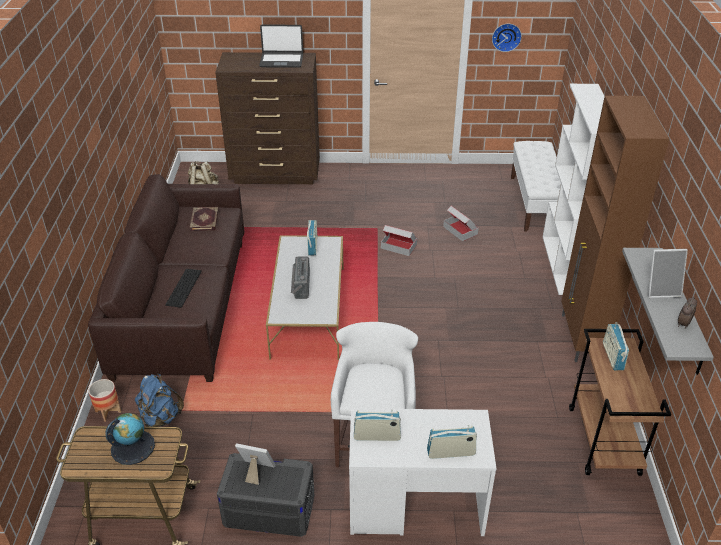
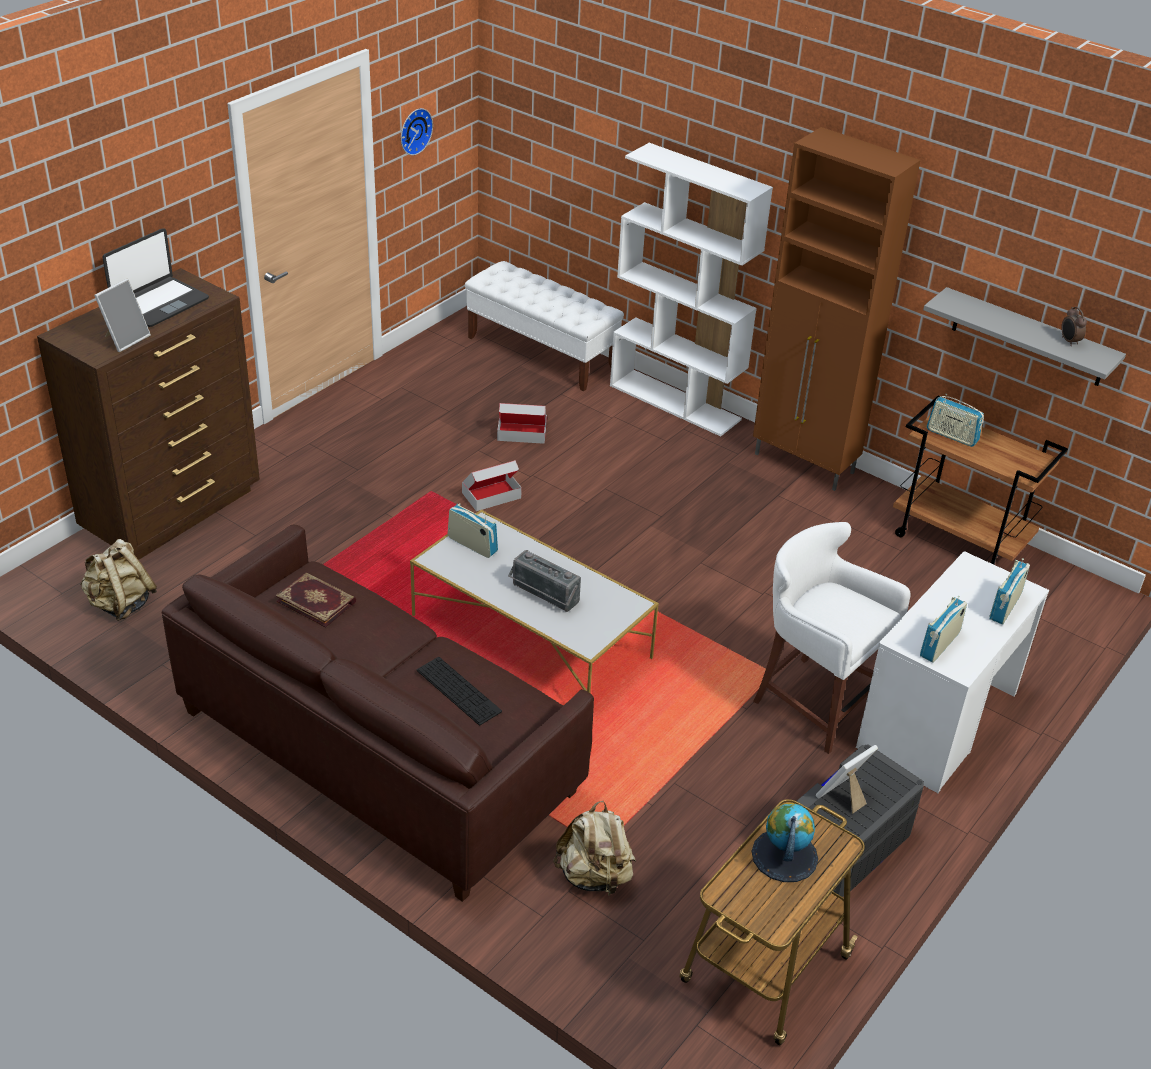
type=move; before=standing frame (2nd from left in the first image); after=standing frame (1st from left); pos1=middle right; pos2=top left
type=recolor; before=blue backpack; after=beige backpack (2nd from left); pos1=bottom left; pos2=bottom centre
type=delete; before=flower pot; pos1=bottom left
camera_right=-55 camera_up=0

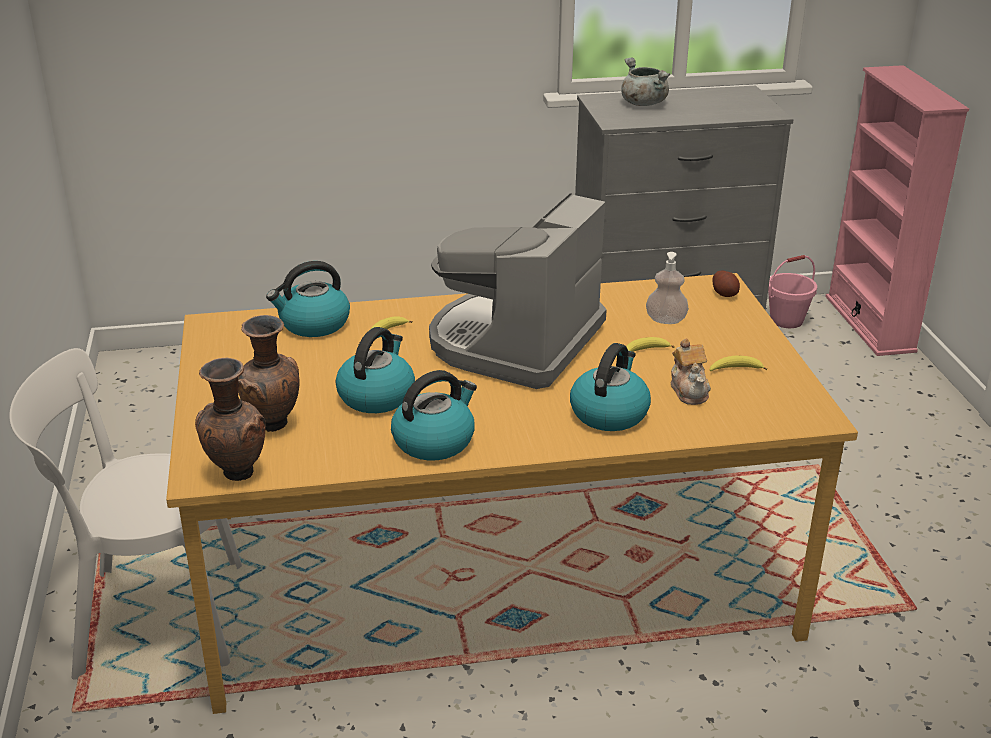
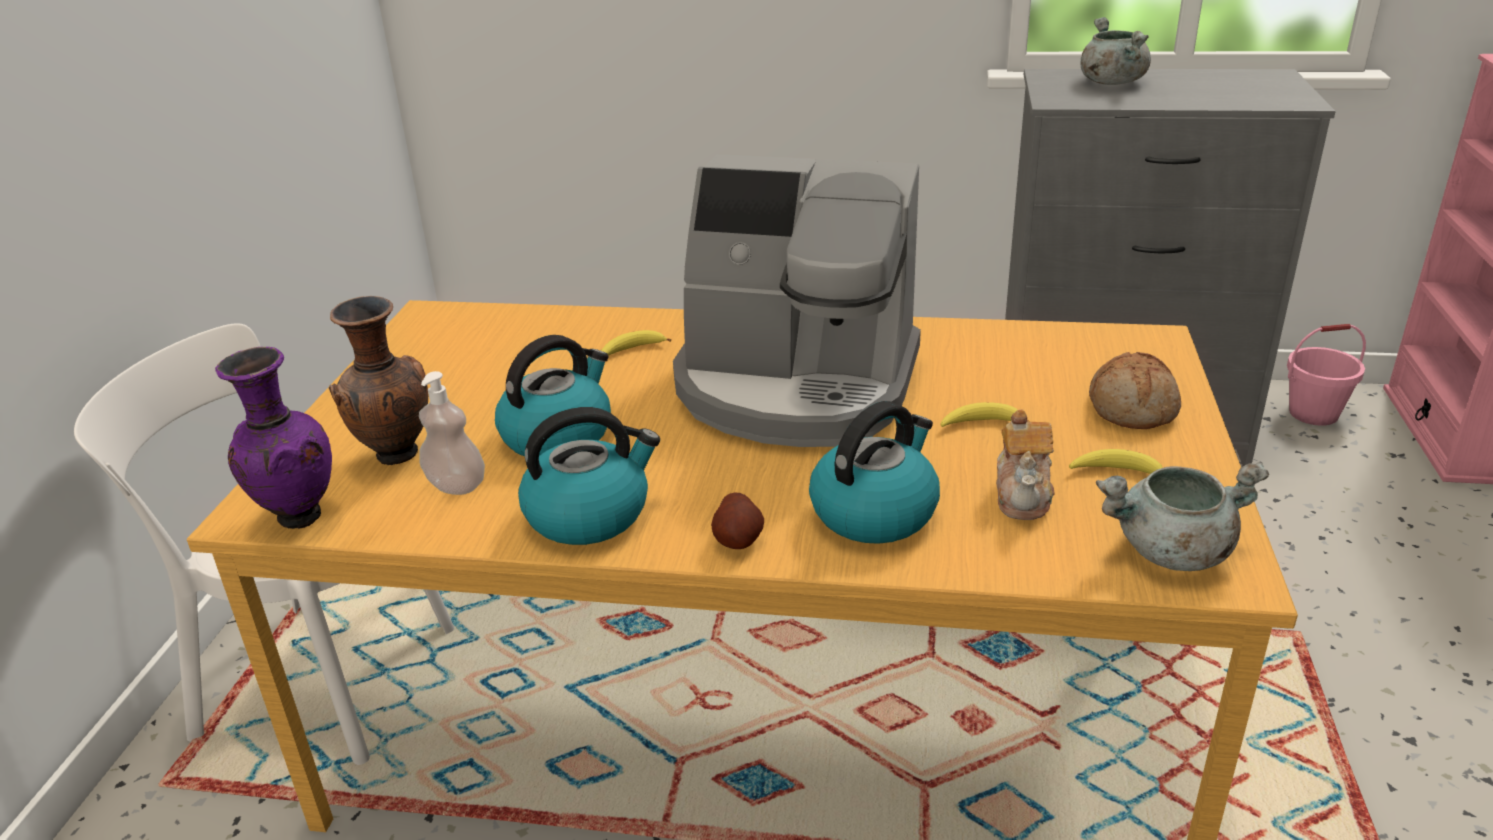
type=recolor; before=brown-coloured decorative vase (1st from left); after=purple decorative vase; pos1=middle left; pos2=middle left
type=move; before=liquid soap bottle; pos1=middle right; pos2=middle left
type=rotate; before=coffee machine; pos1=centre; pos2=centre; turn=-120
type=move; before=spud; pos1=middle right; pos2=centre
type=insert; after=baked bread; pos2=middle right
type=insert; after=gray cooking pot (2nd from left); pos2=middle right
type=delete; before=tea kettle (1st from left); pos1=middle left
camera_right=20 camera_up=0

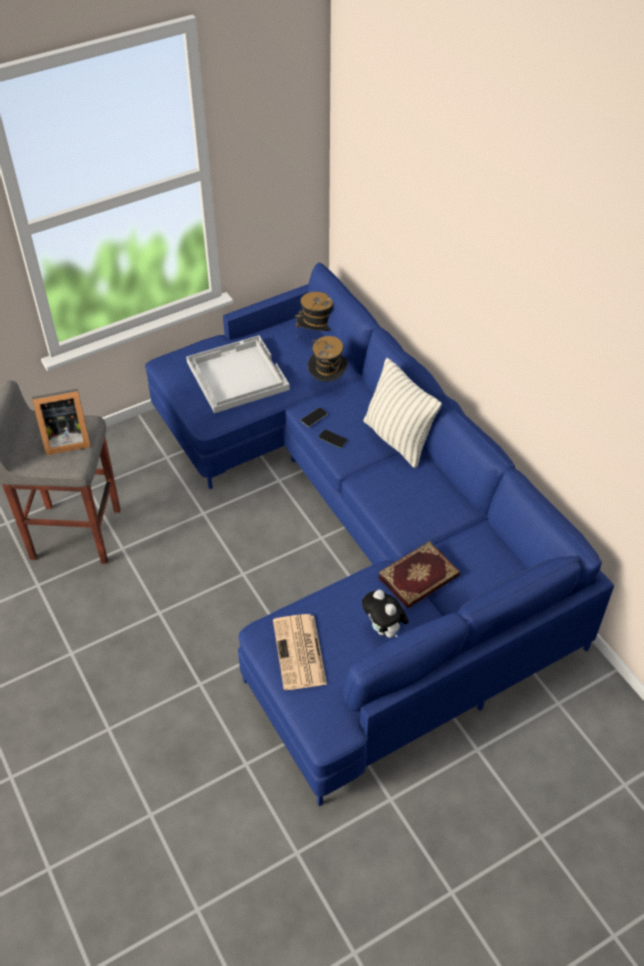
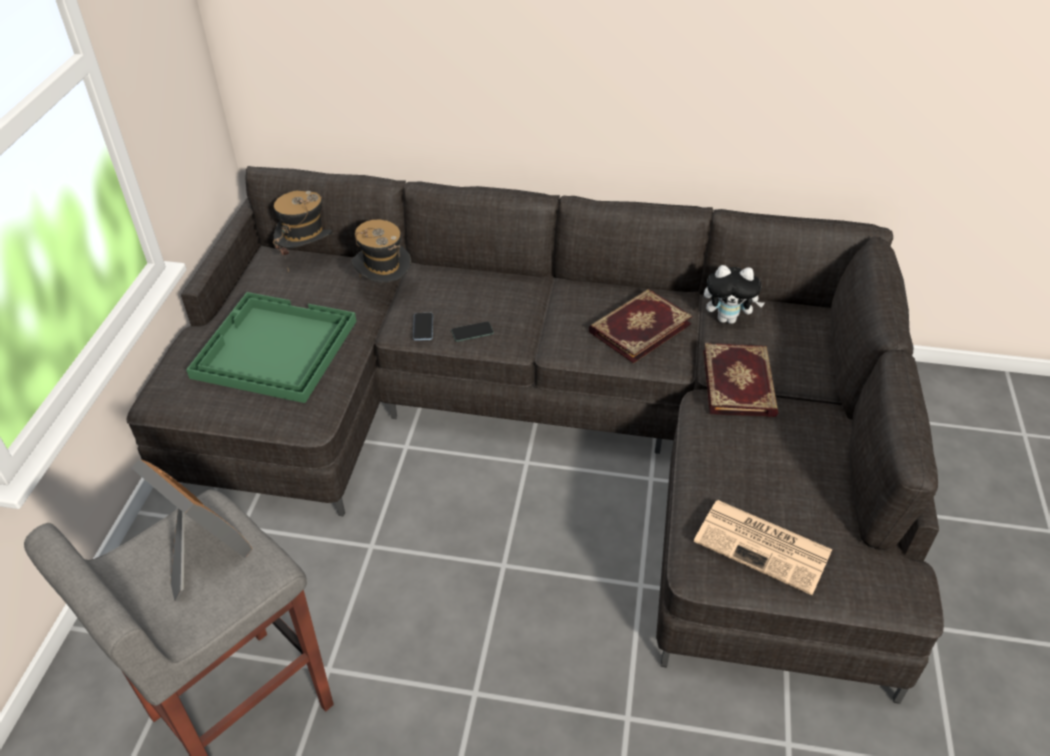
type=recolor; before=blue sofa; after=gray sofa; pos1=centre; pos2=centre
type=rotate; before=standing frame; pos1=middle left; pos2=bottom left; turn=-75
type=recolor; before=white-coloured tray; after=greenish tray; pos1=centre; pos2=middle left
type=insert; after=bound book (1st from left); pos2=centre
type=move; before=soft toy; pos1=centre; pos2=middle right
type=delete; before=cushion; pos1=centre
camera_right=-50 camera_up=-5

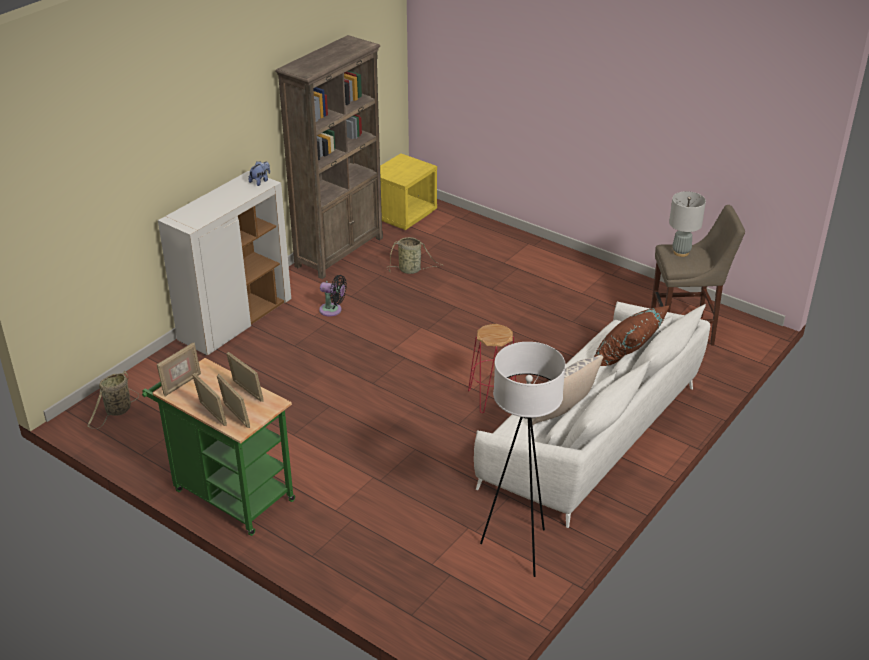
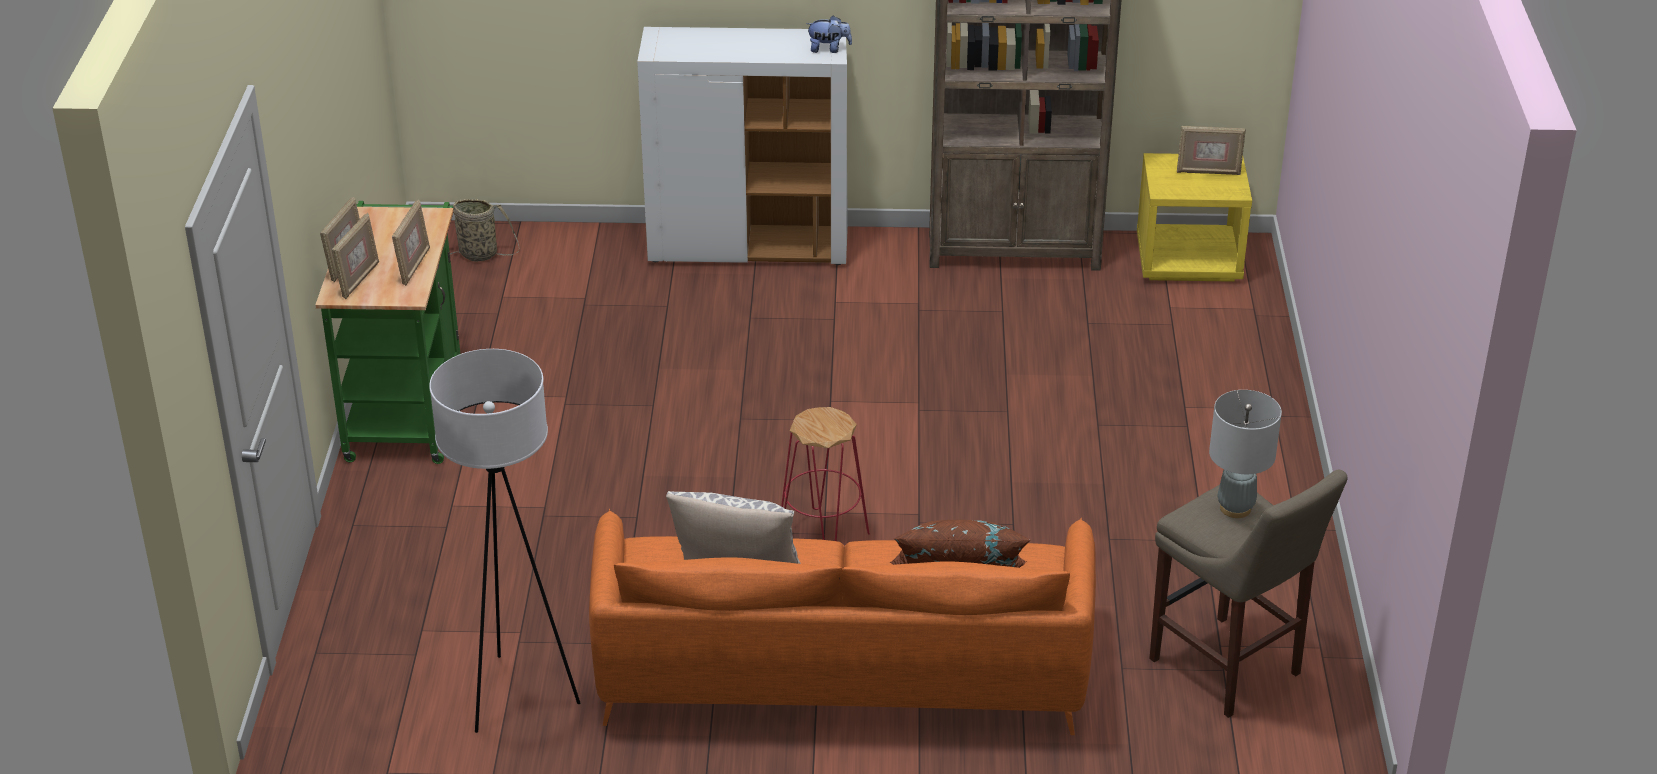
type=recolor; before=white-coloured sofa; after=orange-coloured sofa; pos1=middle right; pos2=bottom centre
type=move; before=standing frame (1st from left in the first image); after=standing frame (4th from left); pos1=middle left; pos2=top right
type=delete; before=black cooling fan; pos1=centre
type=delete; before=storage basket (2nd from left); pos1=centre
camera_right=55 camera_up=0

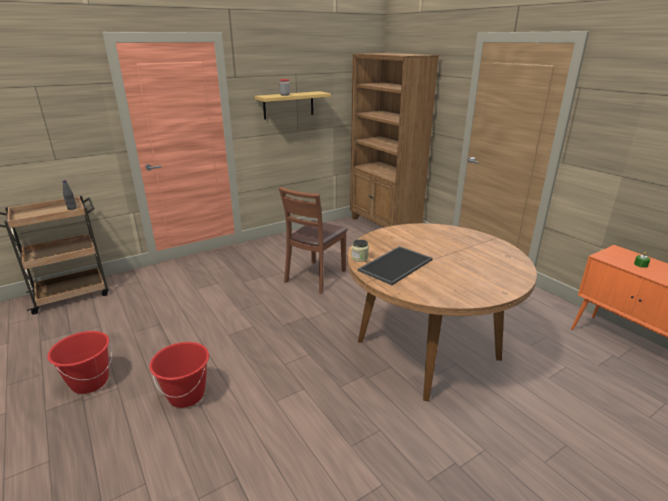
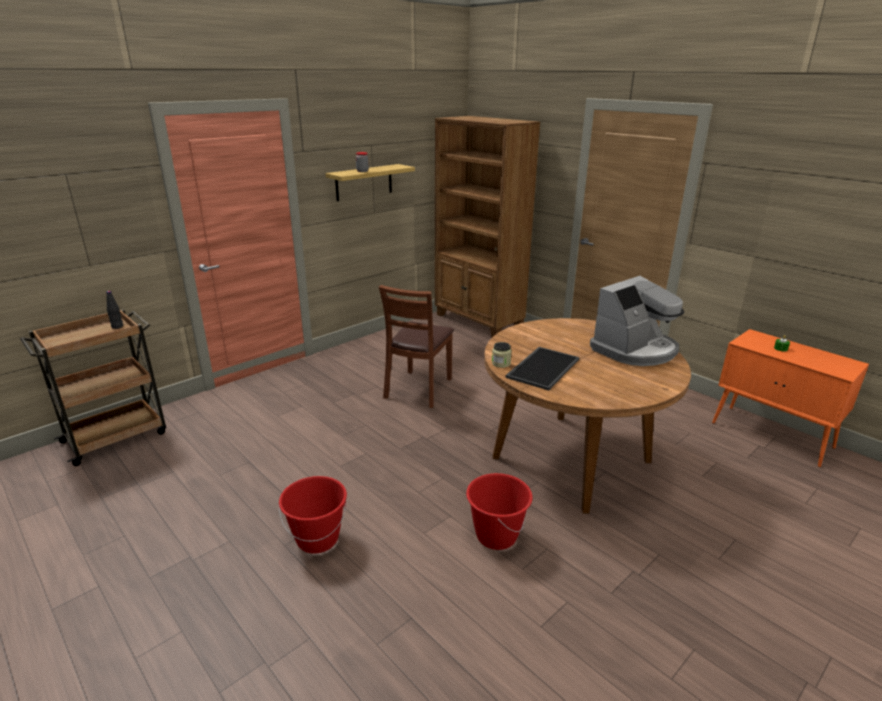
type=move; before=reddish bucket (1st from left in the first image); after=reddish bucket (2nd from left); pos1=bottom left; pos2=bottom centre
type=insert; after=coffee machine; pos2=middle right
camera_right=-10 camera_up=0

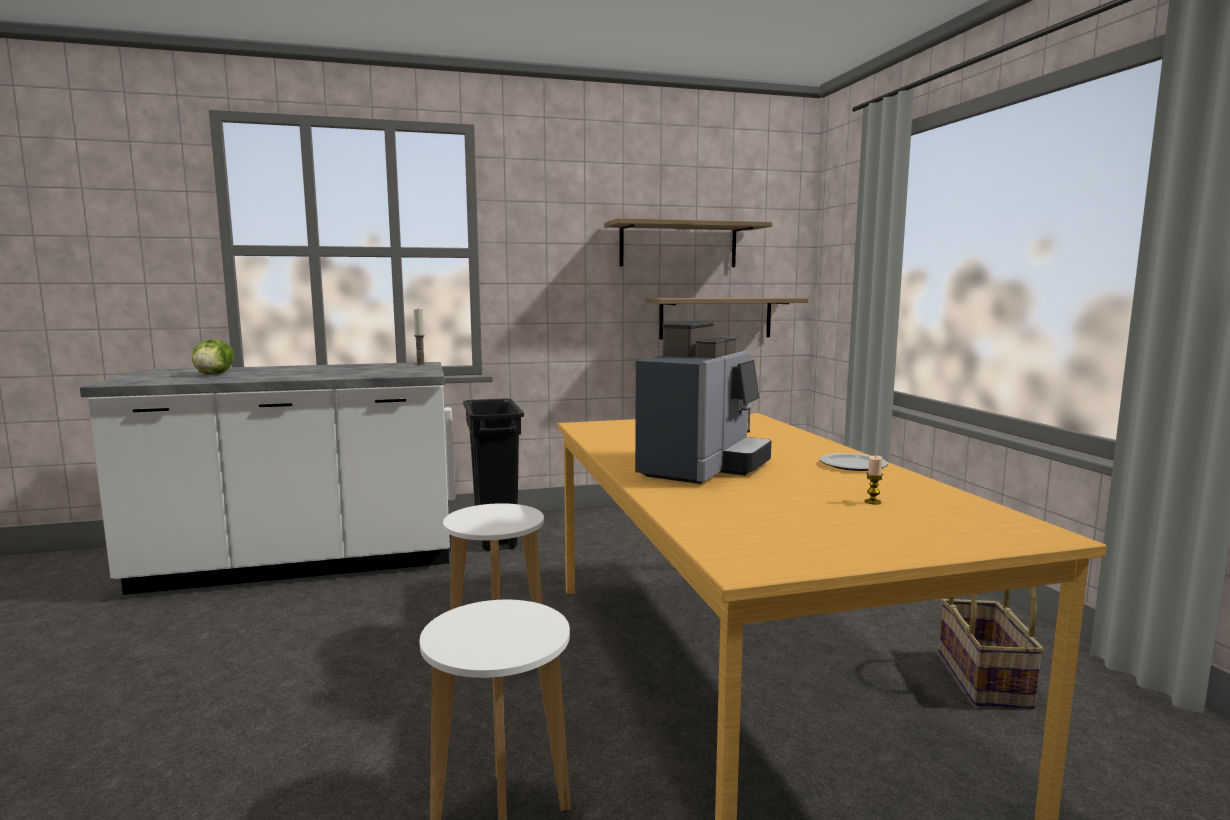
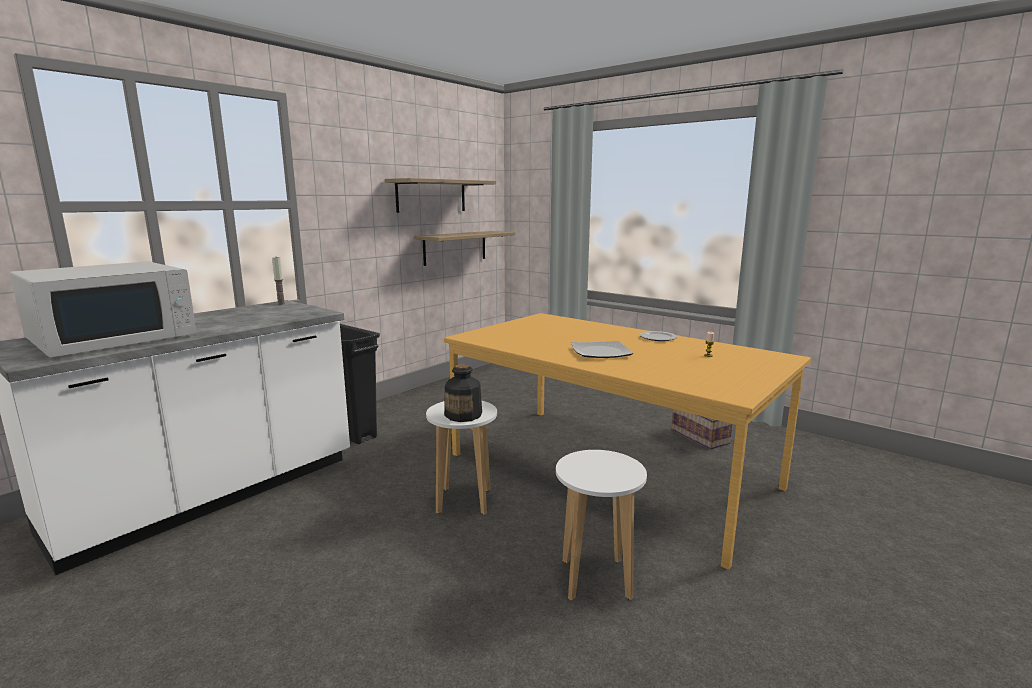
type=replace; before=head of lettuce; after=white-coloured microwave; pos1=middle left; pos2=middle left
type=insert; after=drink bottle; pos2=centre
type=replace; before=coffee machine; after=plate (1st from left); pos1=centre; pos2=centre
camera_right=-35 camera_up=5

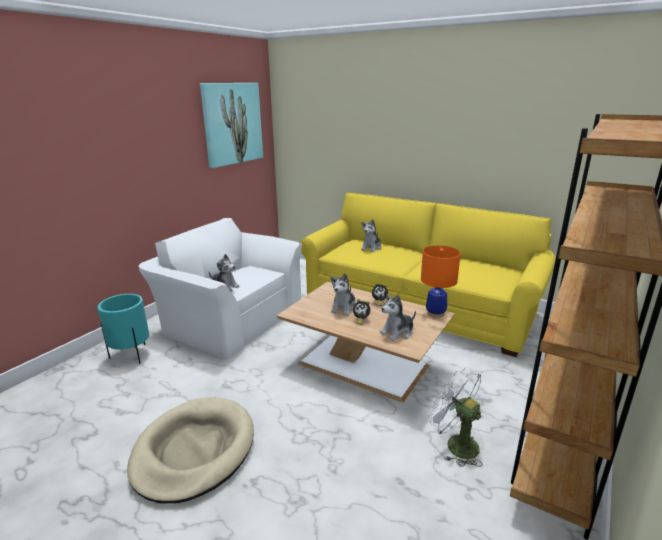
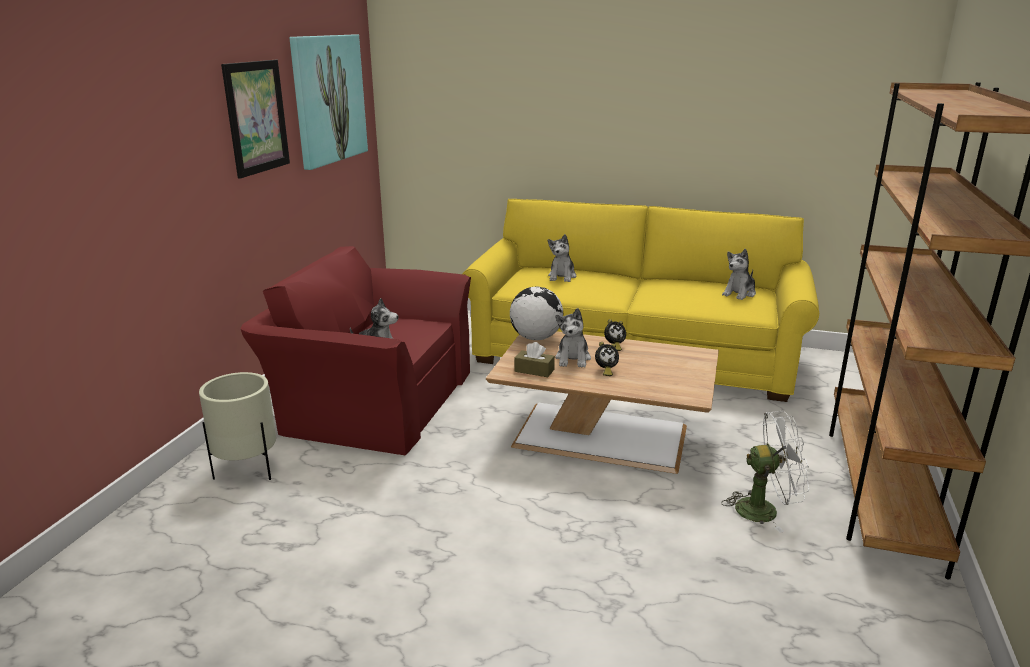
type=recolor; before=turquoise-coloured flower pot; after=beige flower pot; pos1=middle left; pos2=middle left
type=insert; after=wall art (1st from left); pos2=top left
type=recolor; before=white-coloured armchair; after=reddish armchair; pos1=middle left; pos2=centre
type=insert; after=globe; pos2=centre
type=insert; after=brown-coloured box of tissues; pos2=centre
type=rotate; before=white-coloured cooling fan; pos1=bottom right; pos2=bottom right; turn=150
type=move; before=soft toy (4th from left); pos1=centre; pos2=middle right
type=delete; before=beige dog bed; pos1=bottom left
type=delete; before=orange-coloured table lamp; pos1=centre
camera_right=-15 camera_up=0

